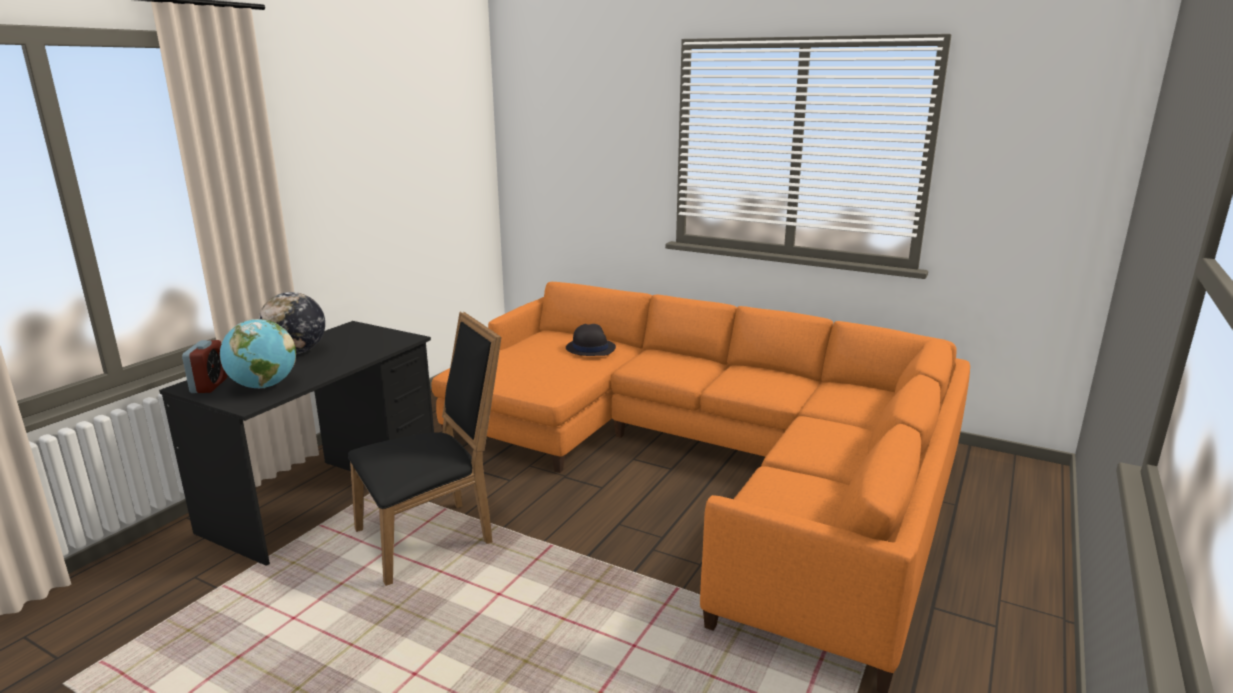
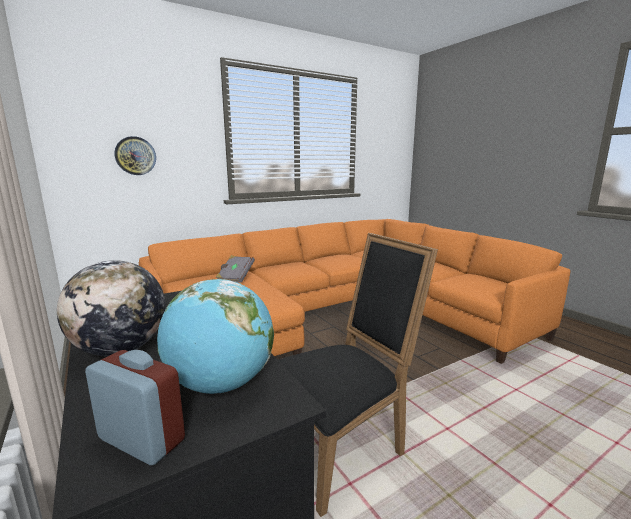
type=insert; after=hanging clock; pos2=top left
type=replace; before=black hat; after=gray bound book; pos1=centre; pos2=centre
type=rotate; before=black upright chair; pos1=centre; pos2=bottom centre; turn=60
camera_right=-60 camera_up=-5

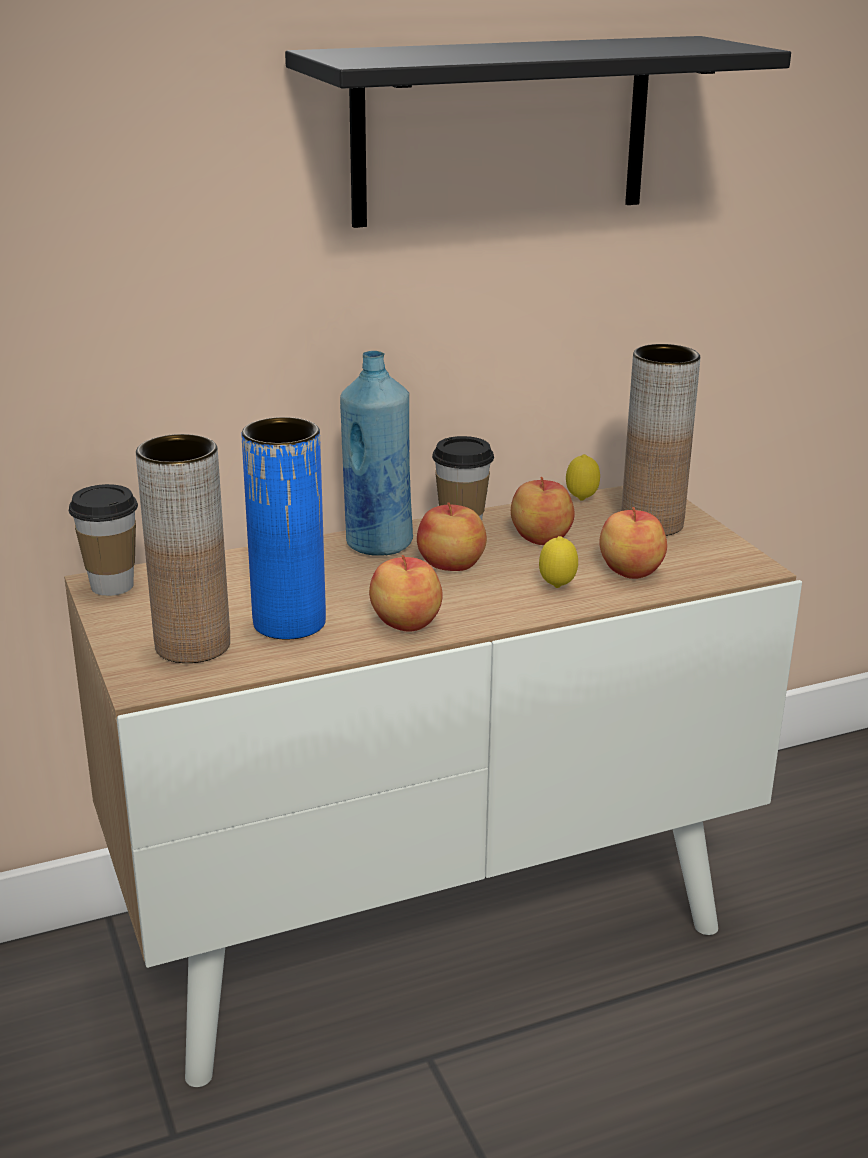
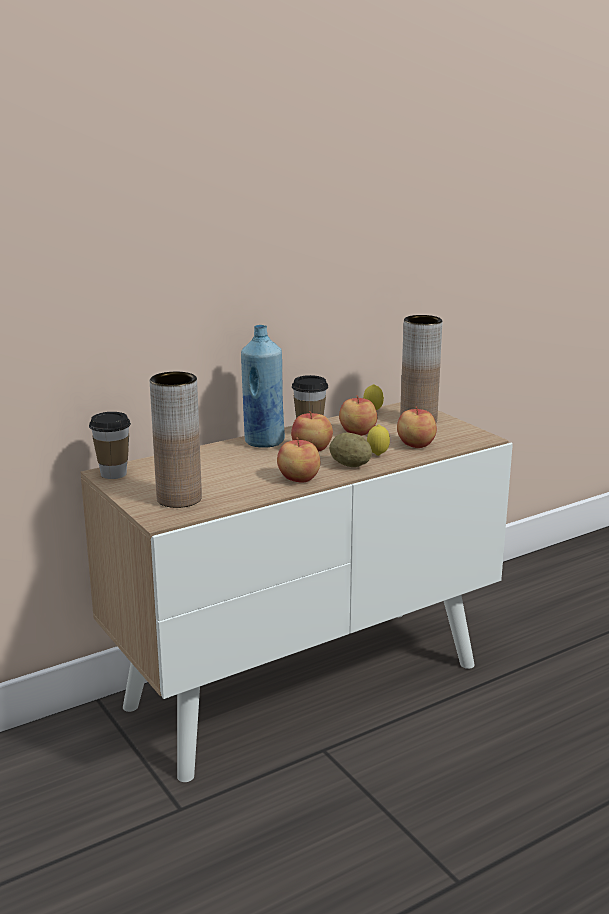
type=insert; after=spud; pos2=centre
type=delete; before=blue decorative vase; pos1=middle left
type=delete; before=black bracket shelf; pos1=top centre
camera_right=-10 camera_up=-5

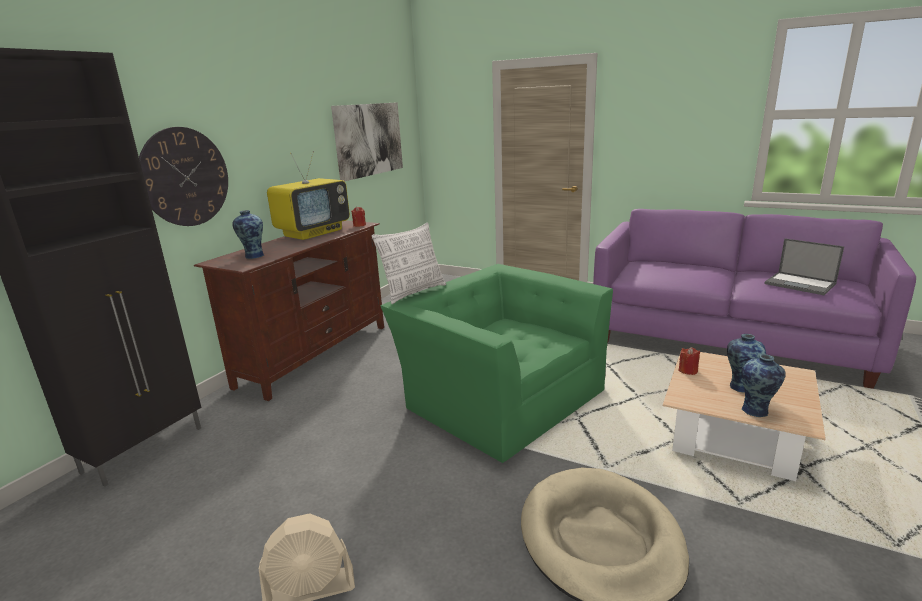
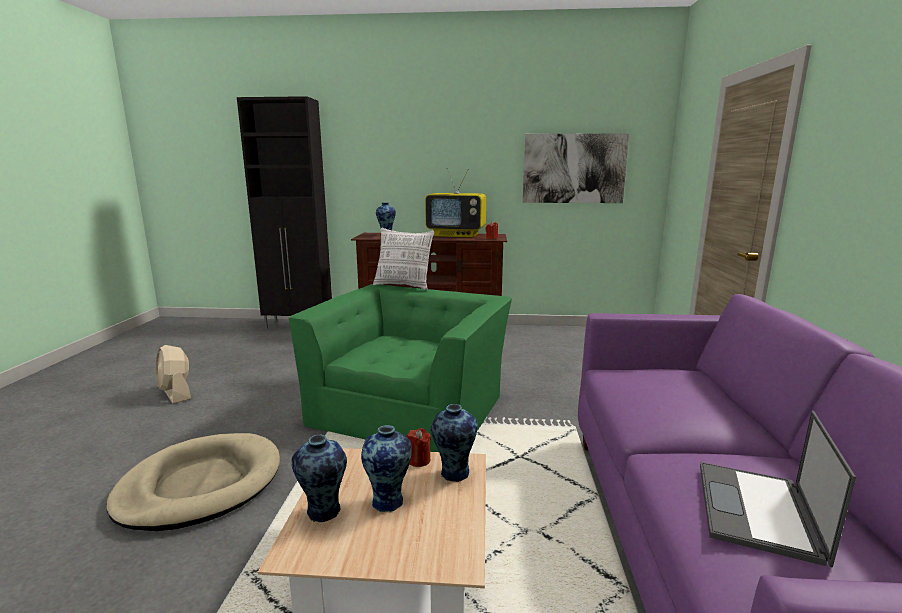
type=insert; after=decorative vase (4th from left); pos2=bottom centre
type=delete; before=hanging clock; pos1=top left
camera_right=65 camera_up=-5

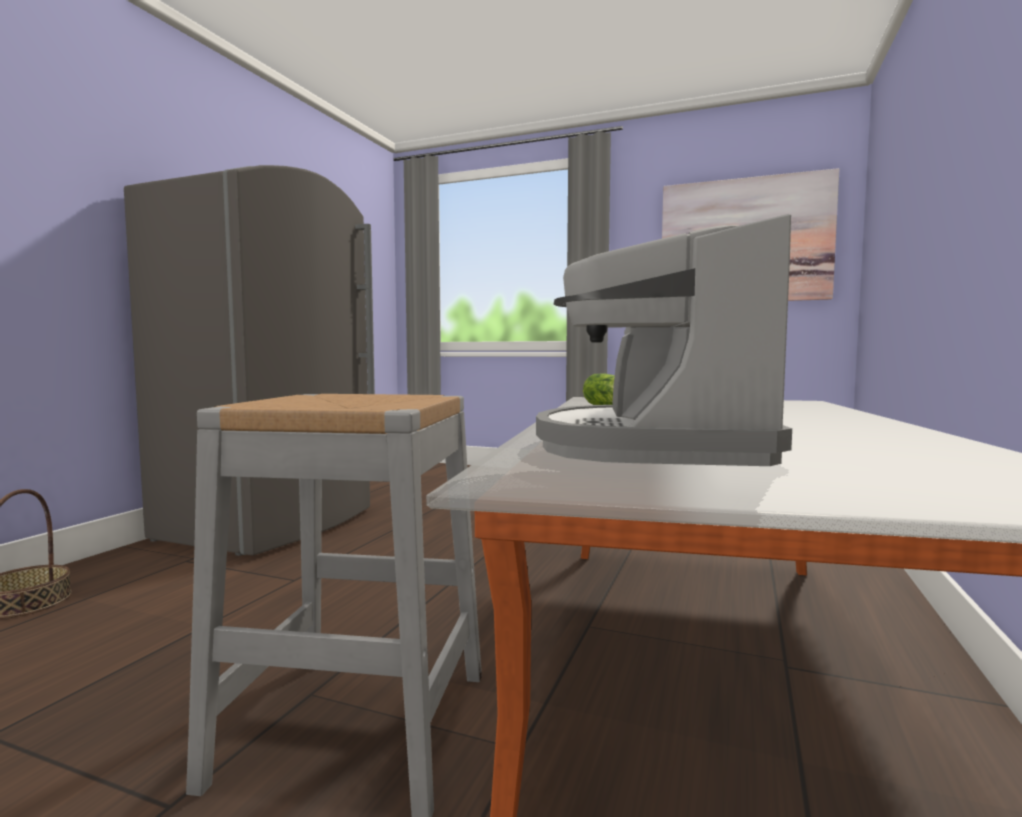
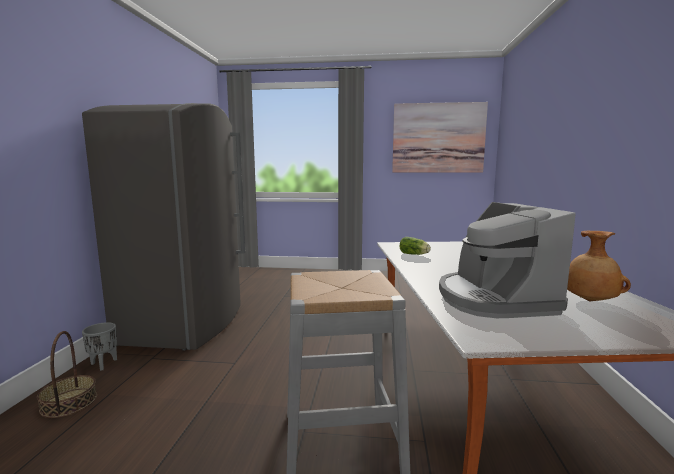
type=insert; after=gray flower pot; pos2=bottom left
type=insert; after=brown-coloured decorative vase; pos2=middle right
camera_right=-15 camera_up=5

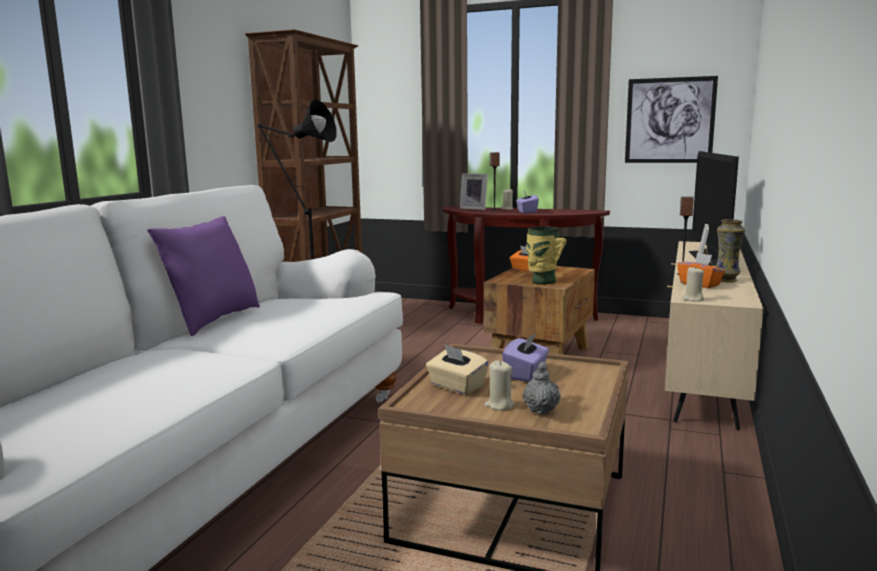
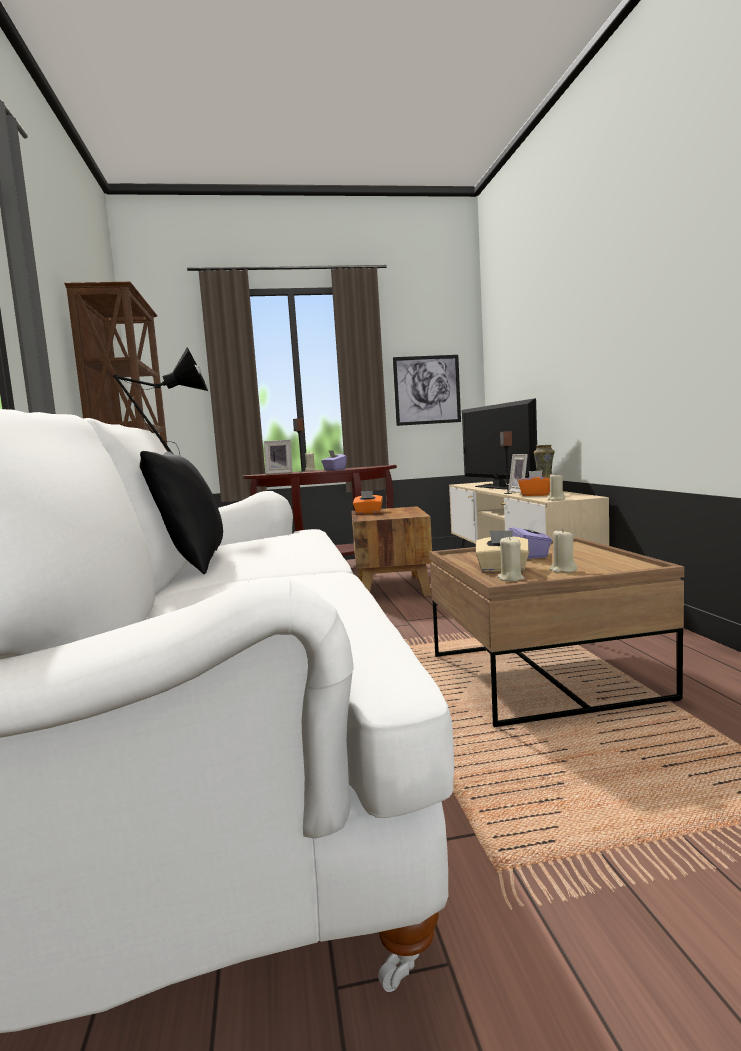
type=recolor; before=purple cushion; after=black cushion; pos1=middle left; pos2=middle left
type=insert; after=beige wax light (2nd from left); pos2=middle right
type=delete; before=gray tea pot; pos1=bottom centre
type=delete; before=decorative vase (1st from left); pos1=centre
camera_right=-30 camera_up=-5

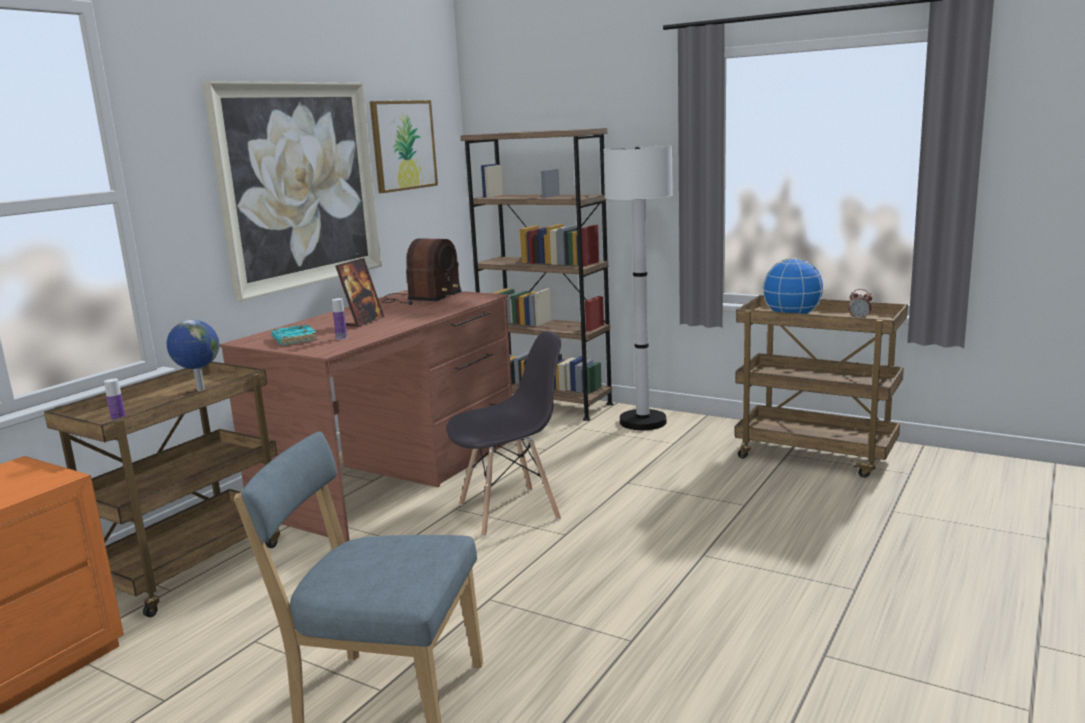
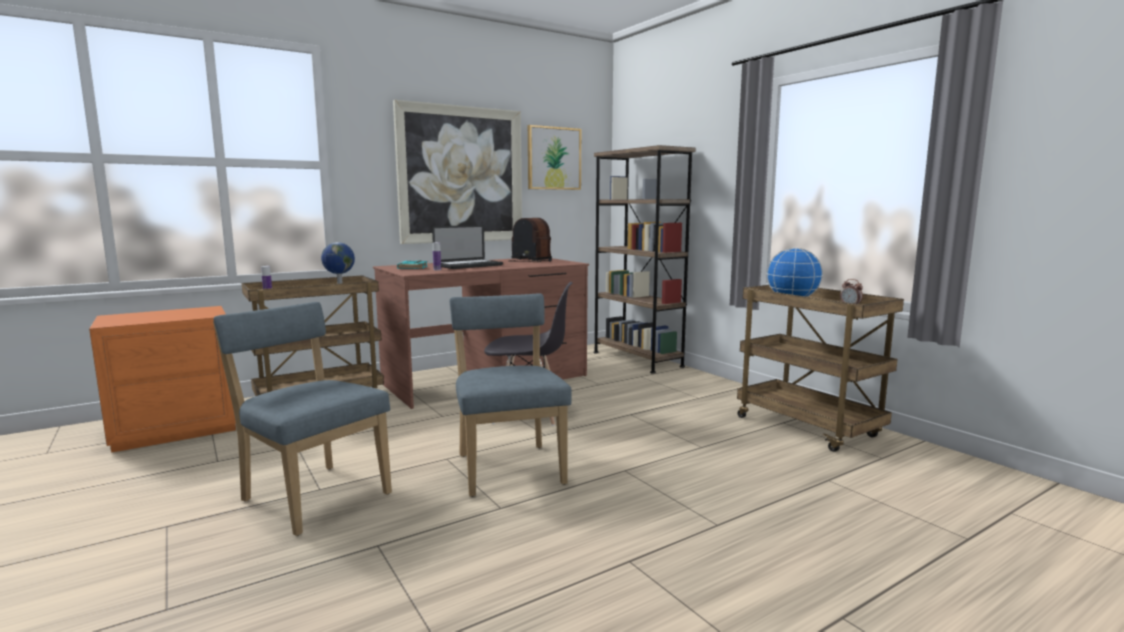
type=replace; before=standing frame; after=laptop; pos1=middle left; pos2=centre
type=insert; after=blue upright chair (2nd from left); pos2=centre
type=rotate; before=radio set; pos1=centre; pos2=centre; turn=-105
type=delete; before=white-coloured standing lamp; pos1=centre
camera_right=25 camera_up=-5

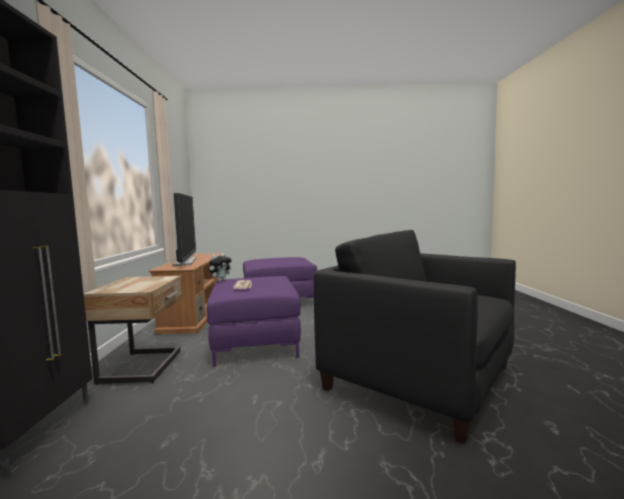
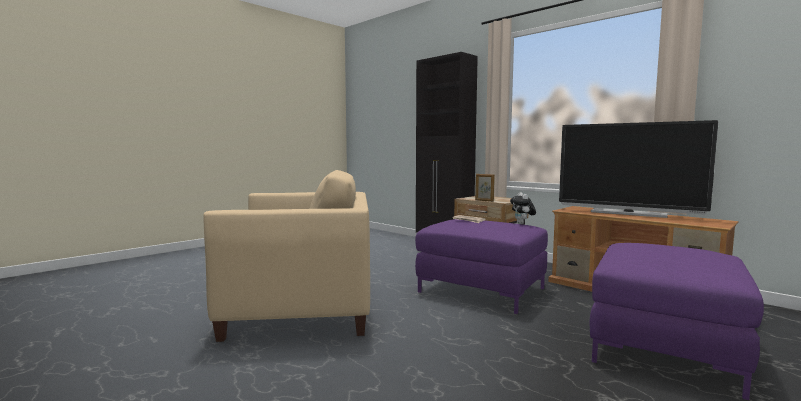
type=recolor; before=black armchair; after=beige armchair; pos1=bottom centre; pos2=centre
type=insert; after=standing frame; pos2=centre
camera_right=135 camera_up=0

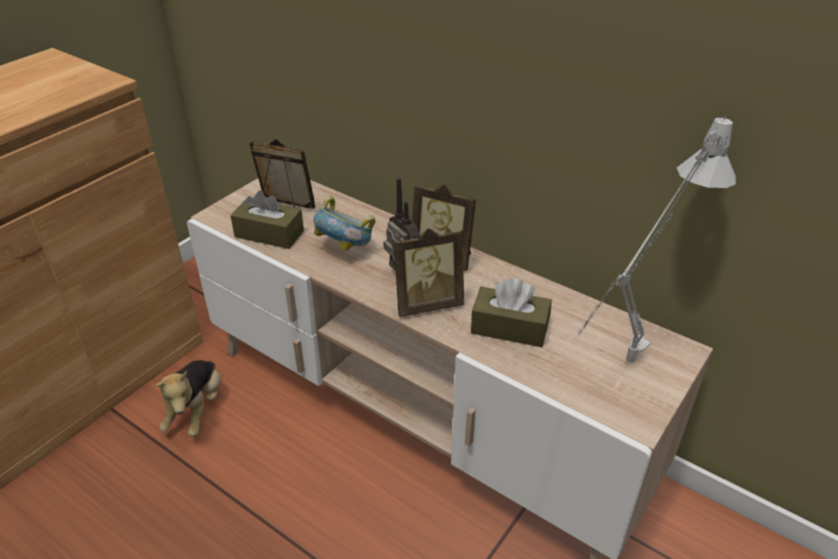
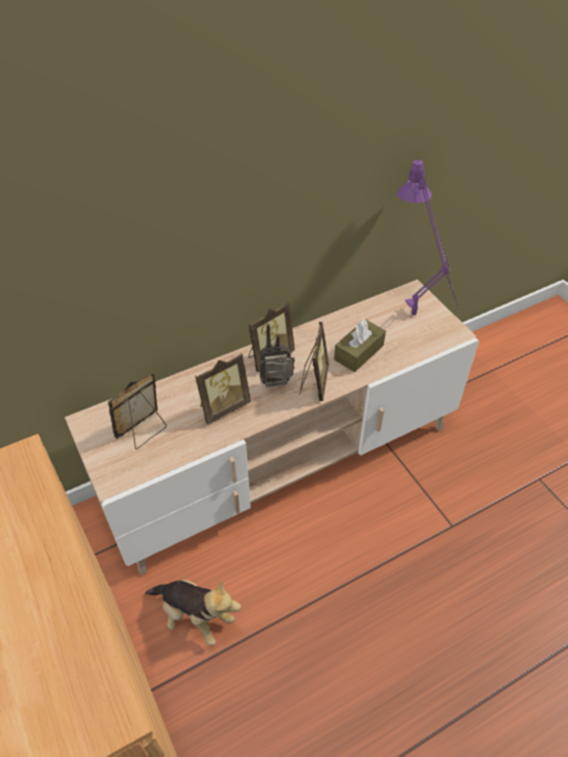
type=replace; before=deep dish; after=standing frame (2nd from left); pos1=centre; pos2=centre
type=recolor; before=gray table lamp; after=purple table lamp; pos1=middle right; pos2=top right
type=delete; before=brown-coloured box of tissues (1st from left); pos1=middle left
camera_right=-65 camera_up=10

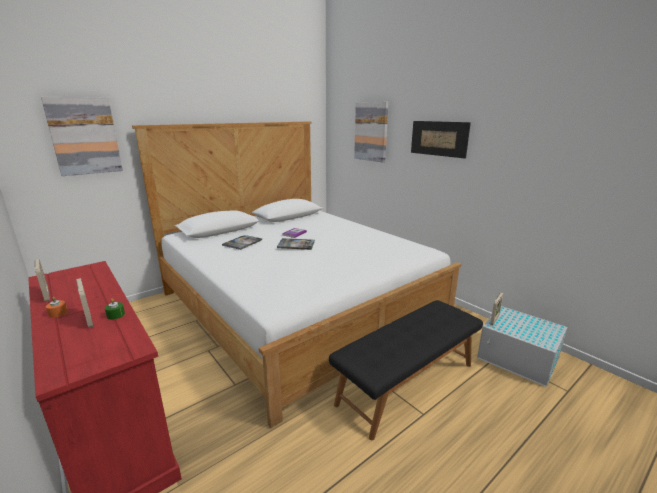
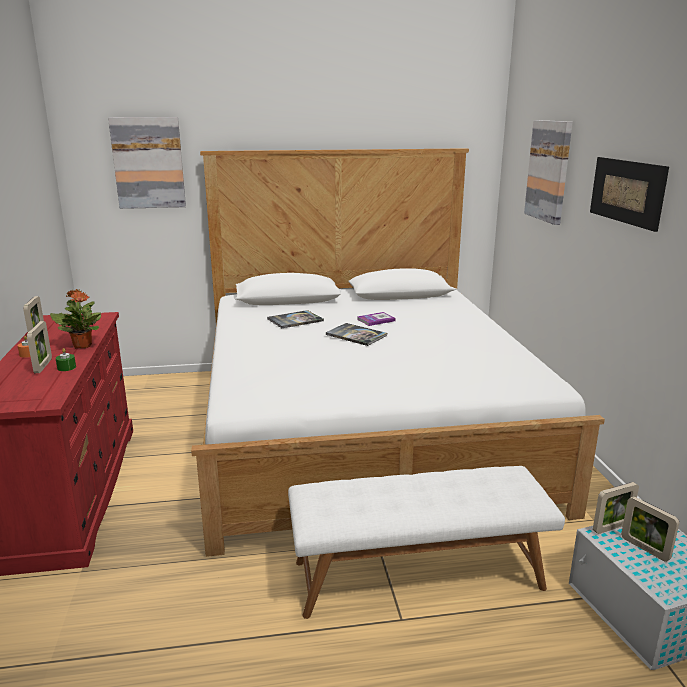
type=insert; after=potted plant; pos2=middle left
type=recolor; before=black indoor bench; after=white-coloured indoor bench; pos1=bottom centre; pos2=bottom centre
type=insert; after=standing frame (4th from left); pos2=bottom right
camera_right=30 camera_up=0

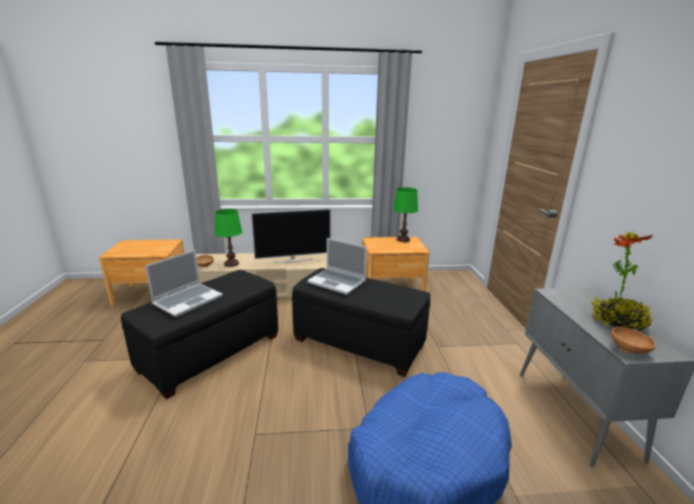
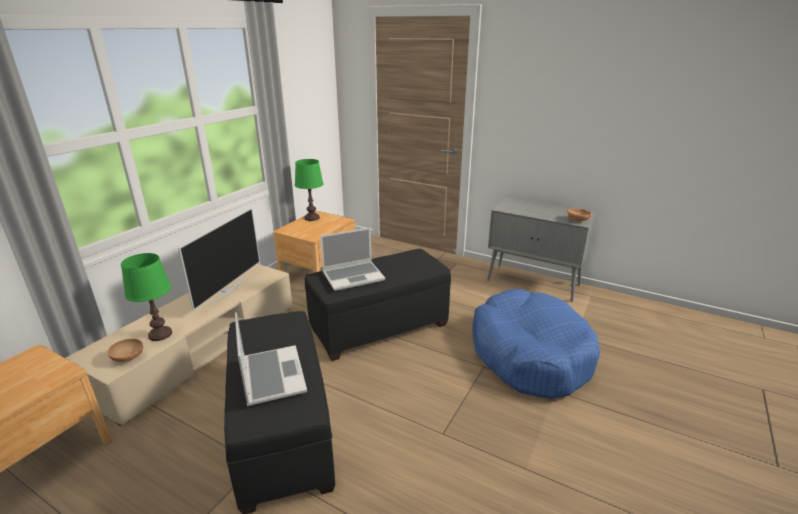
type=delete; before=potted plant; pos1=middle right
camera_right=-55 camera_up=5

